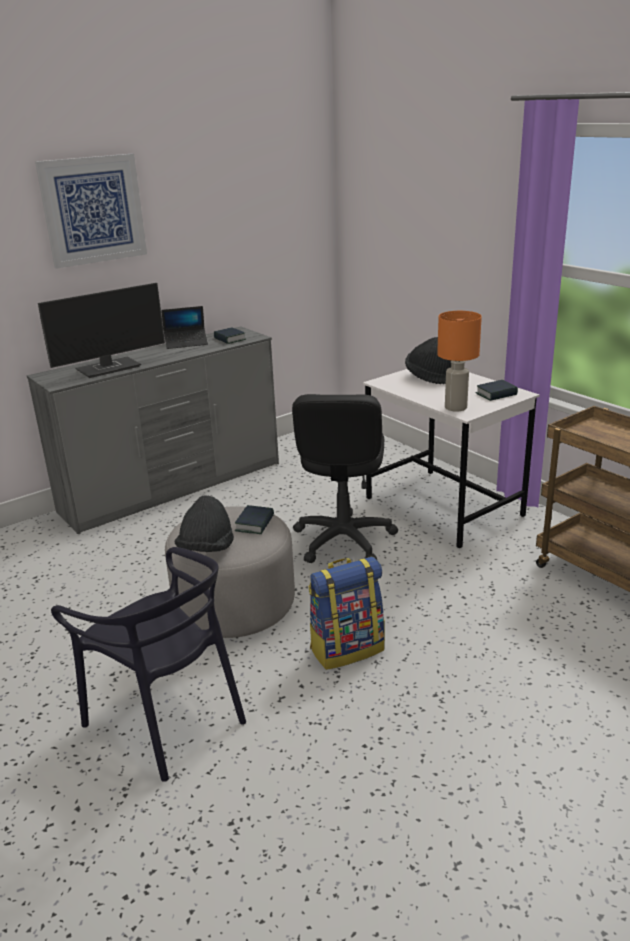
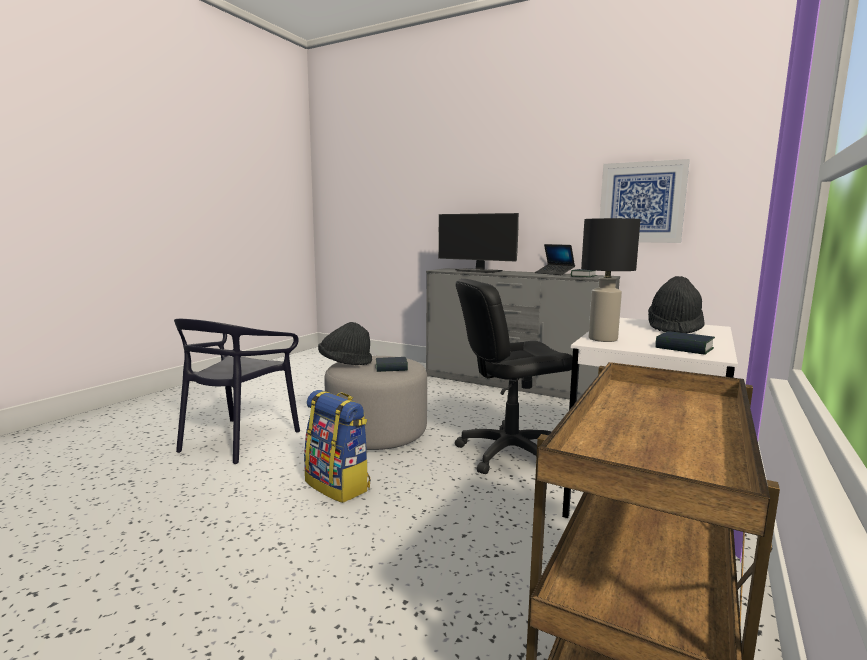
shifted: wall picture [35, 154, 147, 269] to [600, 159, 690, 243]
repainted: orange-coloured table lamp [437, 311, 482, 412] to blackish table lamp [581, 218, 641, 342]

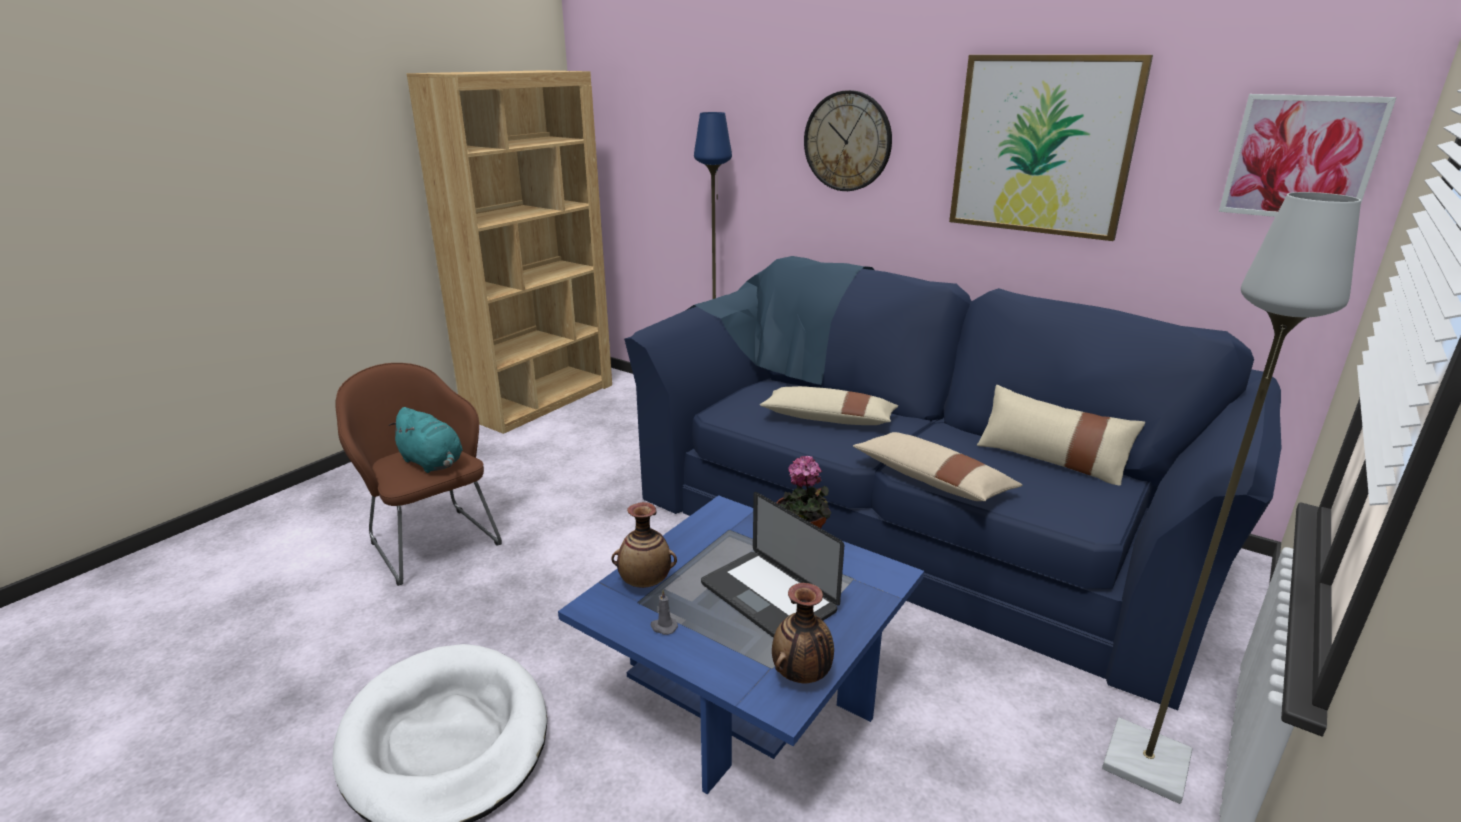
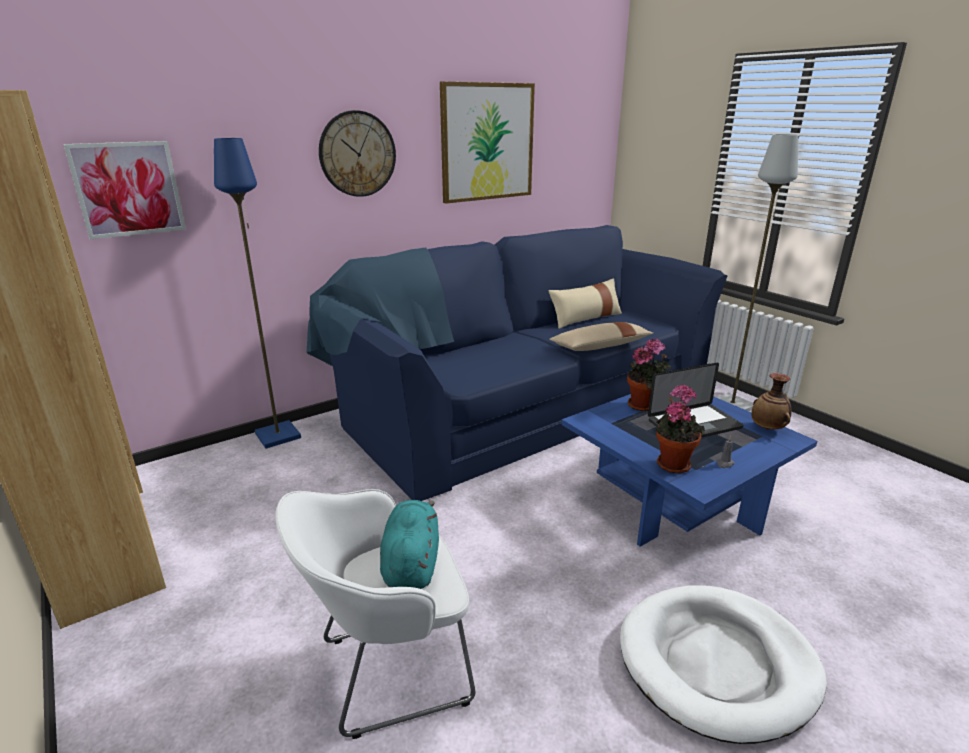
gone: sand-coloured throw pillow [760, 386, 898, 425]
shifted: wall picture [1219, 94, 1397, 217] to [63, 141, 186, 239]
swapped: vase [611, 502, 677, 588] to houseplant [656, 384, 705, 473]
repainted: brown lounge chair [335, 363, 502, 586] to whitish lounge chair [275, 489, 475, 739]
rotated: blue-green soft toy [389, 407, 463, 473] = [380, 500, 439, 589] 60 degrees counterclockwise

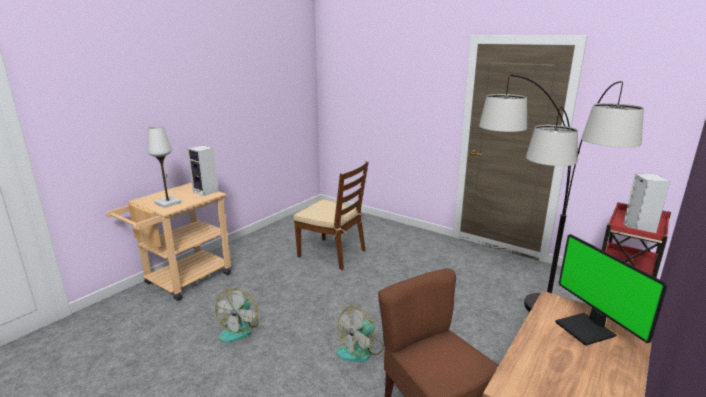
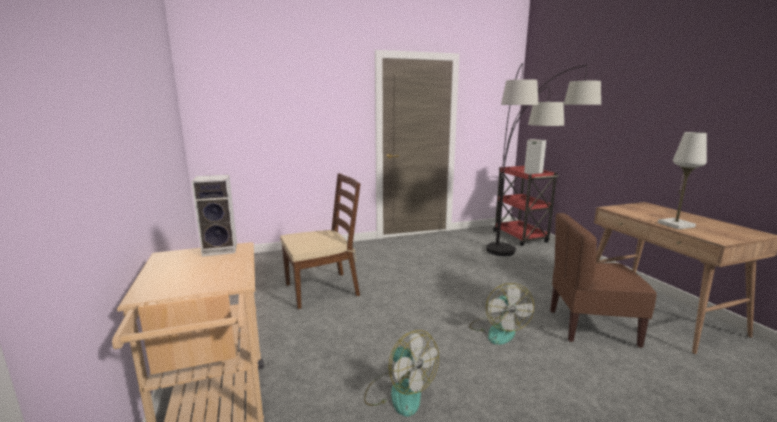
gone: computer display [555, 234, 667, 346]
shifted: whitish table lamp [147, 126, 181, 208] to [658, 132, 707, 229]

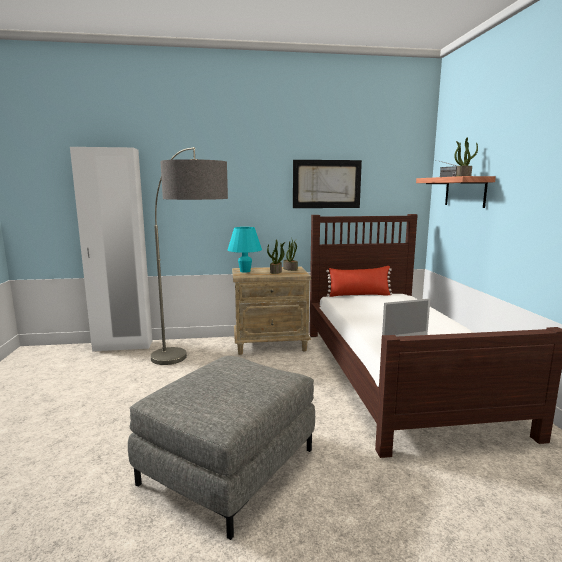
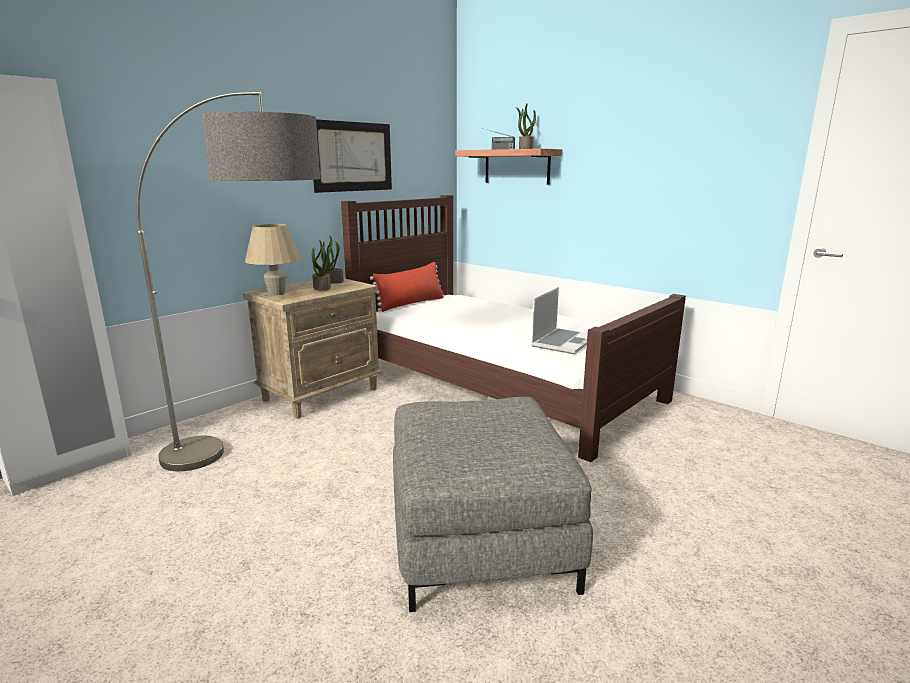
repainted: blue-green table lamp [227, 227, 262, 273] to sand-coloured table lamp [245, 224, 301, 295]

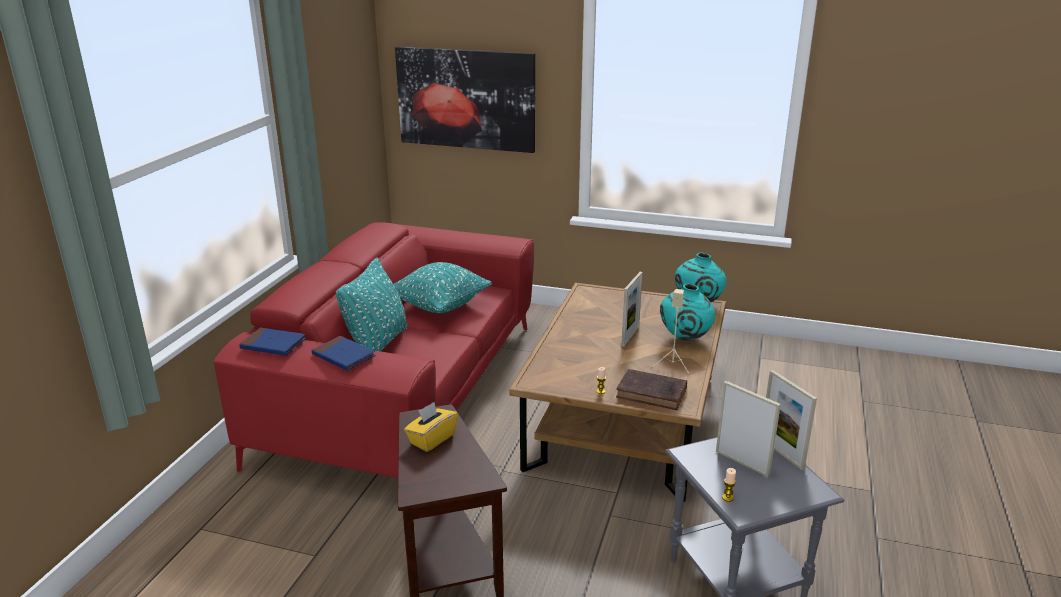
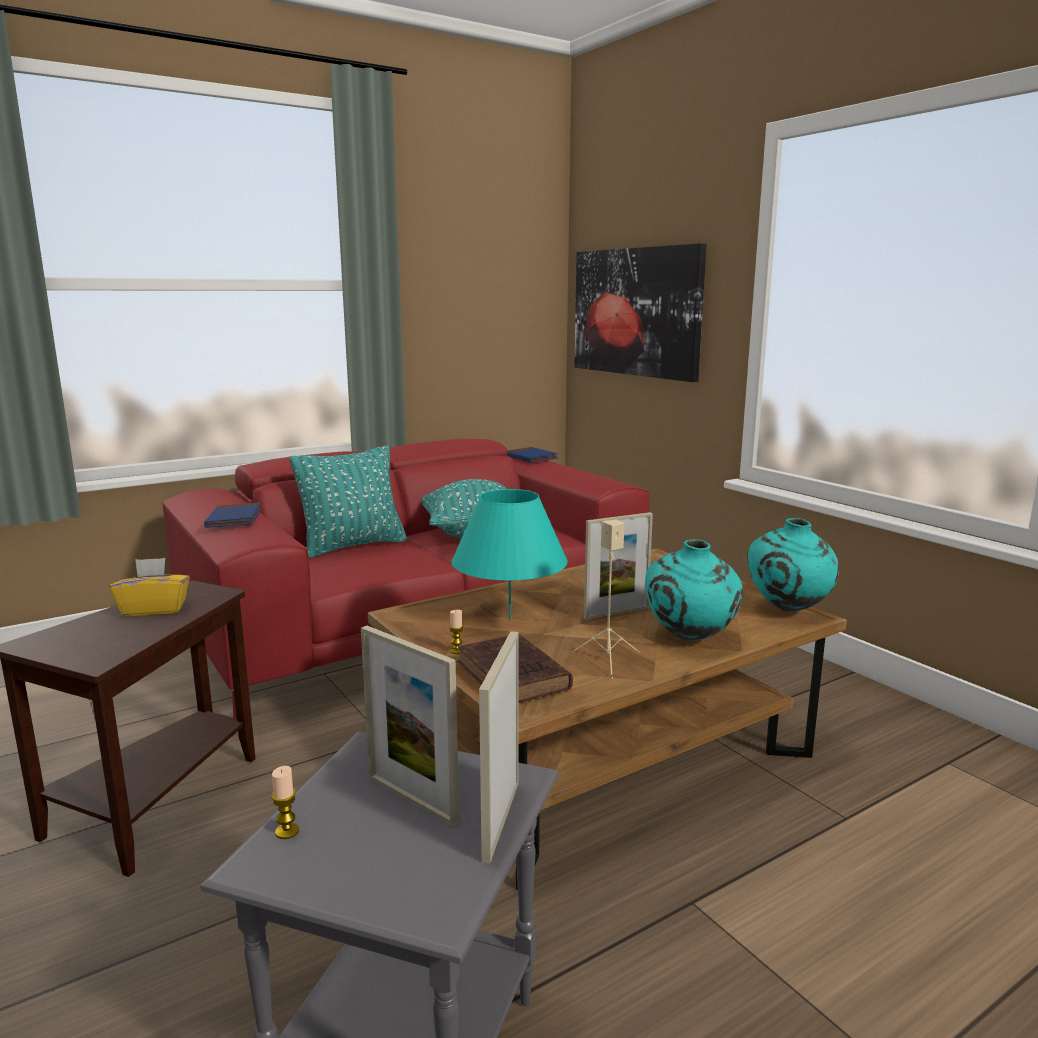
new: blue-green table lamp [451, 489, 568, 620]
shifted: blue volume [239, 327, 306, 356] to [507, 447, 558, 463]
rotated: photo frame [716, 381, 781, 477] = [361, 626, 459, 827] 135 degrees clockwise

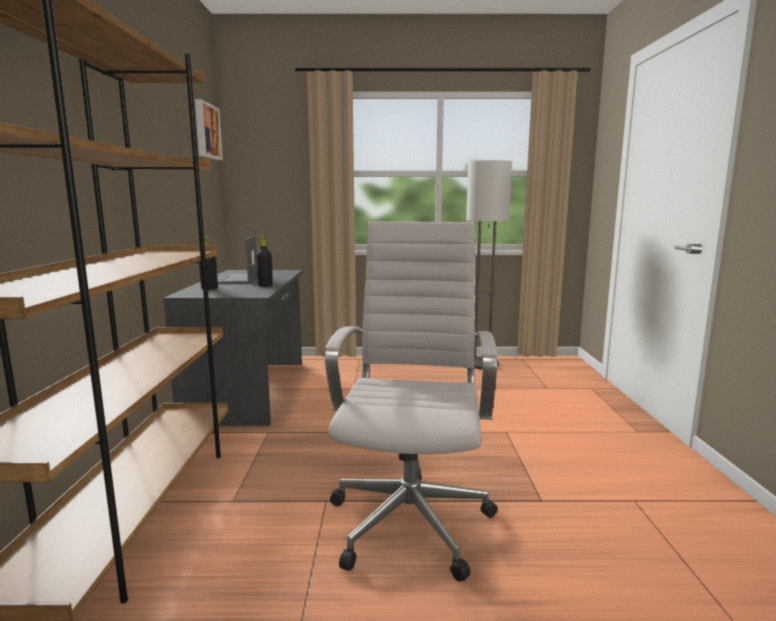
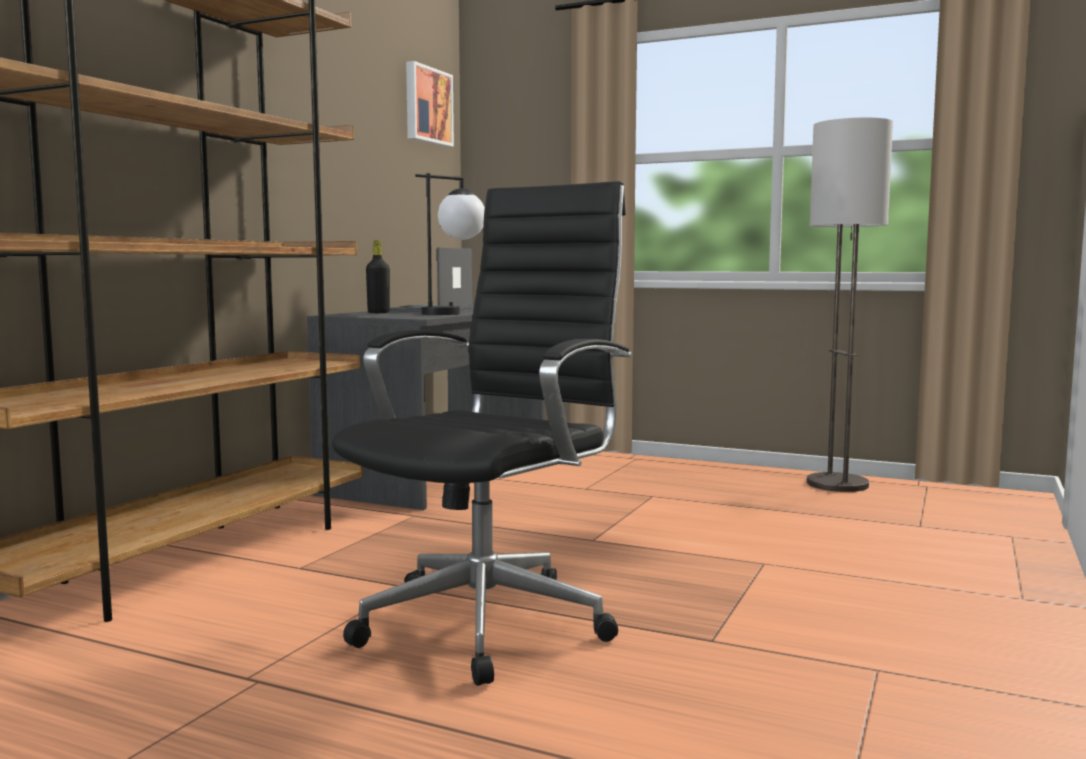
swapped: blackish bottle [256, 235, 273, 287] to table lamp [415, 173, 485, 315]
repainted: whitish desk chair [325, 221, 497, 582] to blackish desk chair [332, 181, 632, 686]

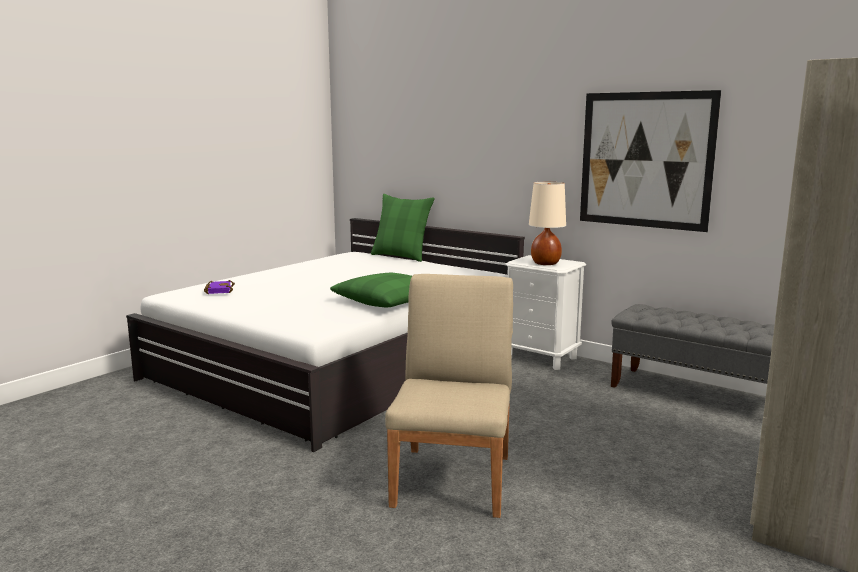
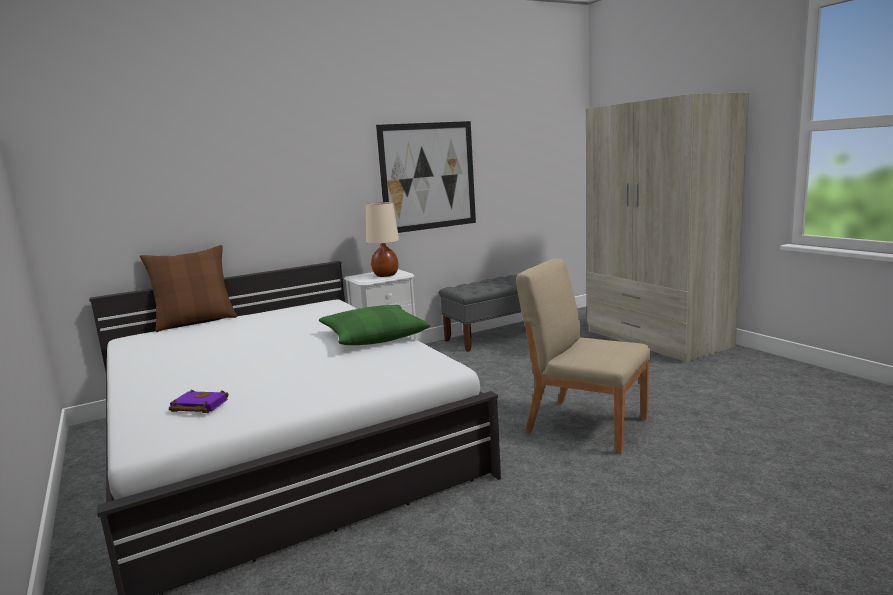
repainted: greenish throw pillow [371, 194, 435, 262] to brown throw pillow [140, 245, 237, 332]

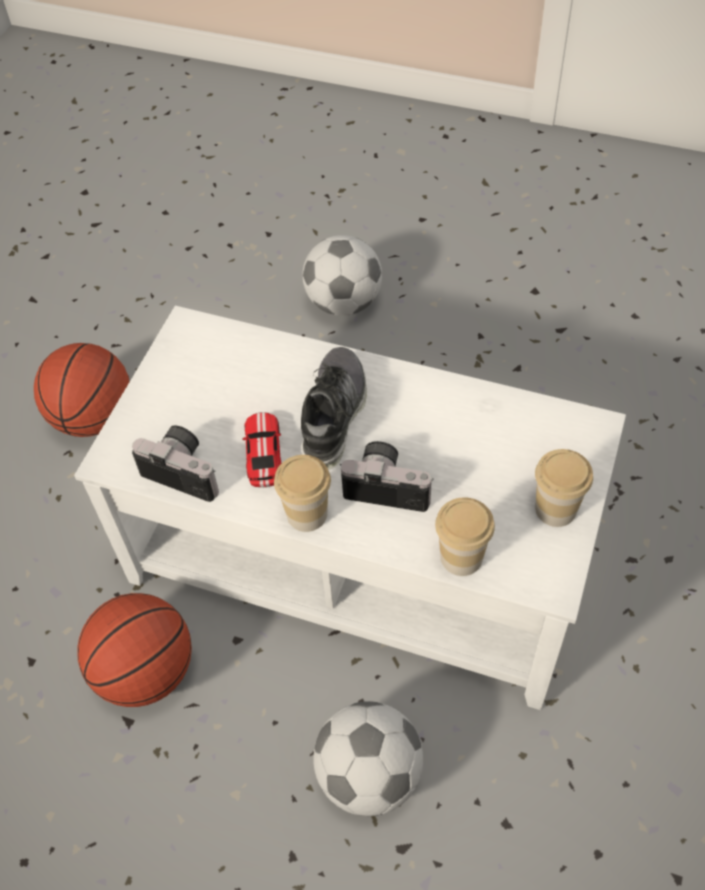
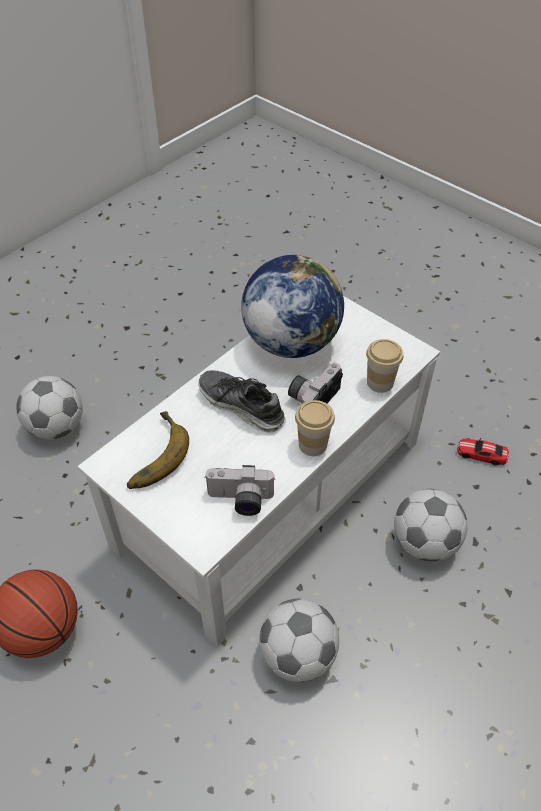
gone: small cup [535, 449, 593, 527]
new: banana [127, 411, 189, 489]; globe [241, 255, 344, 358]
shifted: model car [242, 412, 281, 487] to [457, 438, 509, 465]
swapped: basketball [77, 593, 192, 707] to ball for football [259, 599, 339, 682]
rotated: still camera [132, 425, 219, 502] = [204, 465, 275, 516] 135 degrees counterclockwise

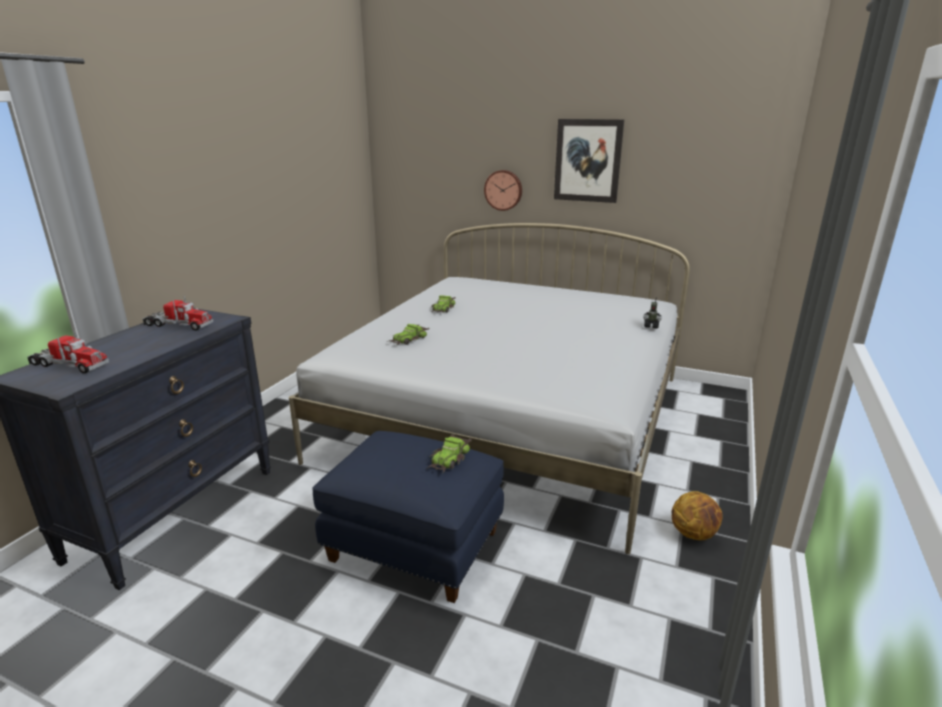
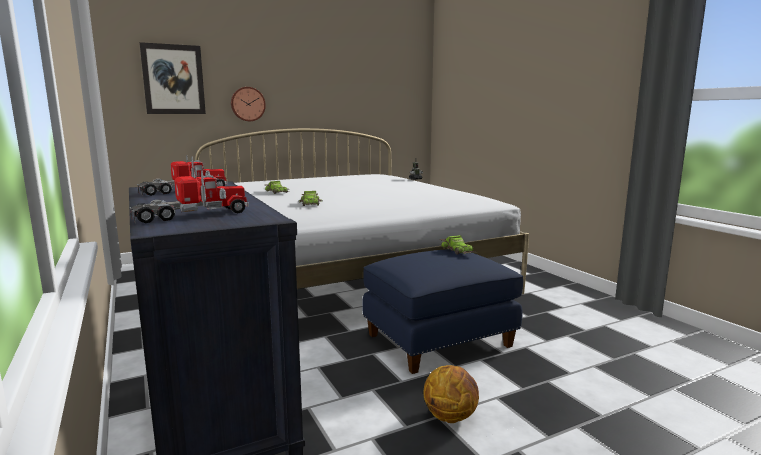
shifted: wall picture [554, 119, 624, 203] to [139, 42, 206, 114]; basketball [672, 491, 723, 540] to [423, 365, 479, 423]

